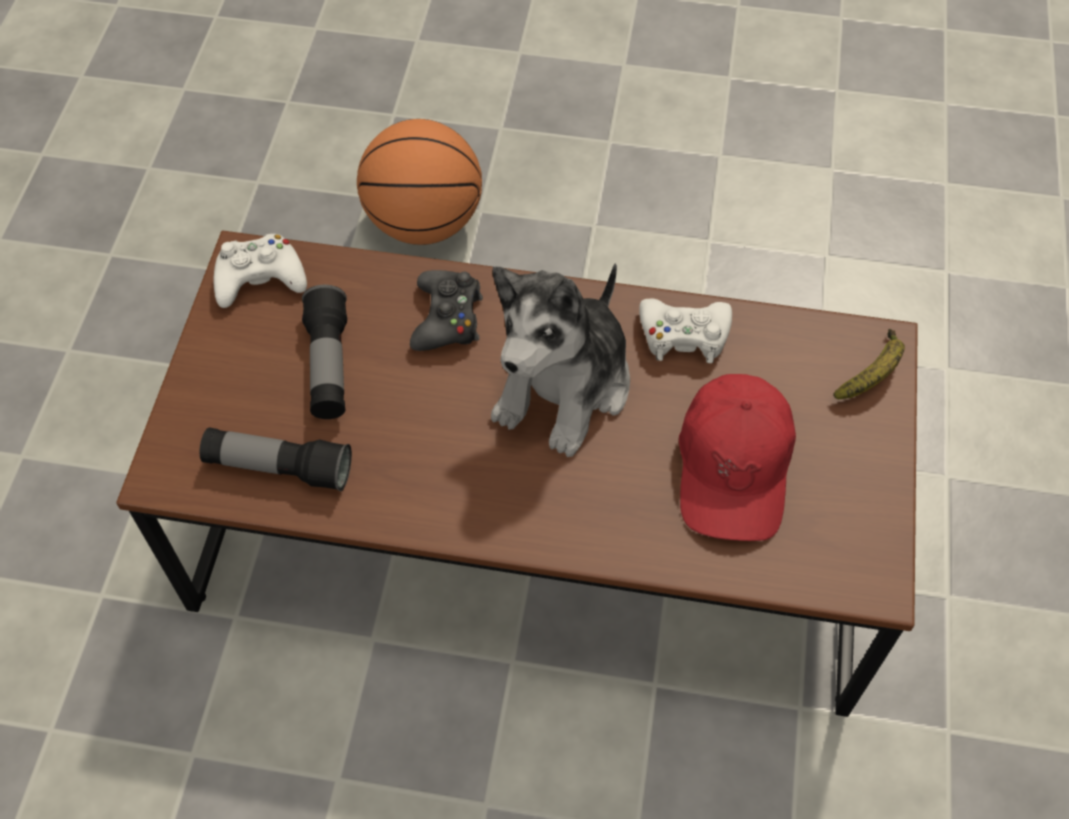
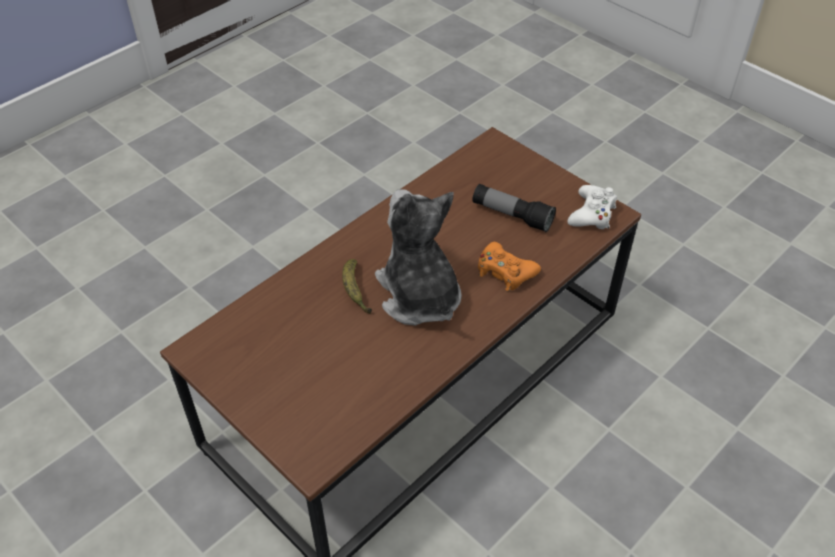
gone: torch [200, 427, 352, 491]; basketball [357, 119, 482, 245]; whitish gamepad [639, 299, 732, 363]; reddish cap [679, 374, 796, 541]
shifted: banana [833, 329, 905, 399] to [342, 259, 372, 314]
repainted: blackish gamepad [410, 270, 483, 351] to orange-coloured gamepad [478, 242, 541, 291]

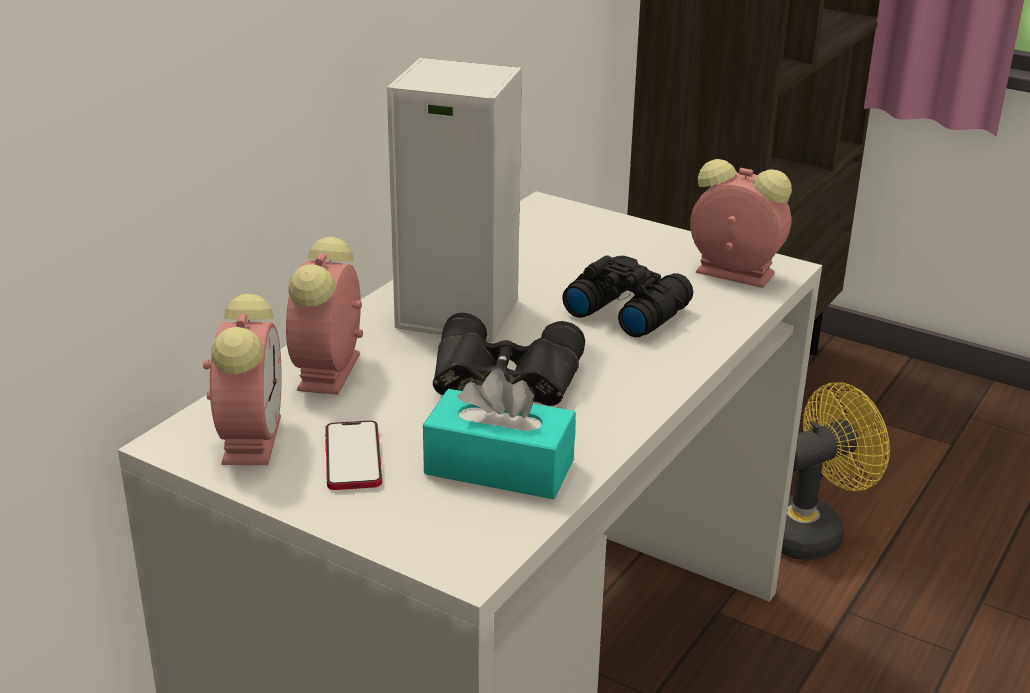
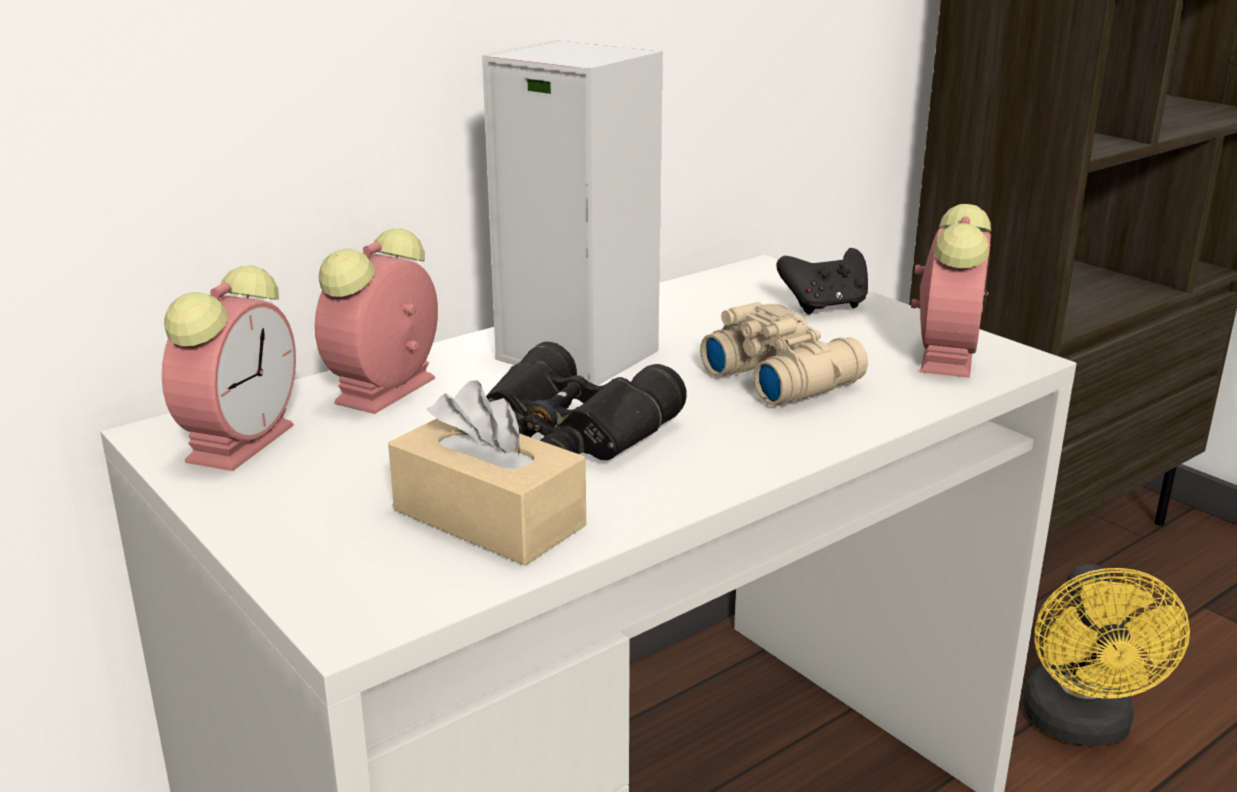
gone: handset [325, 420, 382, 490]
new: blackish gamepad [776, 248, 868, 315]
repainted: blue-green tissue holder [423, 369, 576, 499] to sand-coloured tissue holder [388, 380, 586, 566]; blackish binoculars [562, 255, 693, 337] to sand-coloured binoculars [700, 302, 868, 405]
rotated: bedside clock [690, 159, 792, 288] = [911, 204, 991, 378] 60 degrees clockwise; yellow fan [781, 382, 890, 560] = [1023, 564, 1190, 746] 105 degrees clockwise

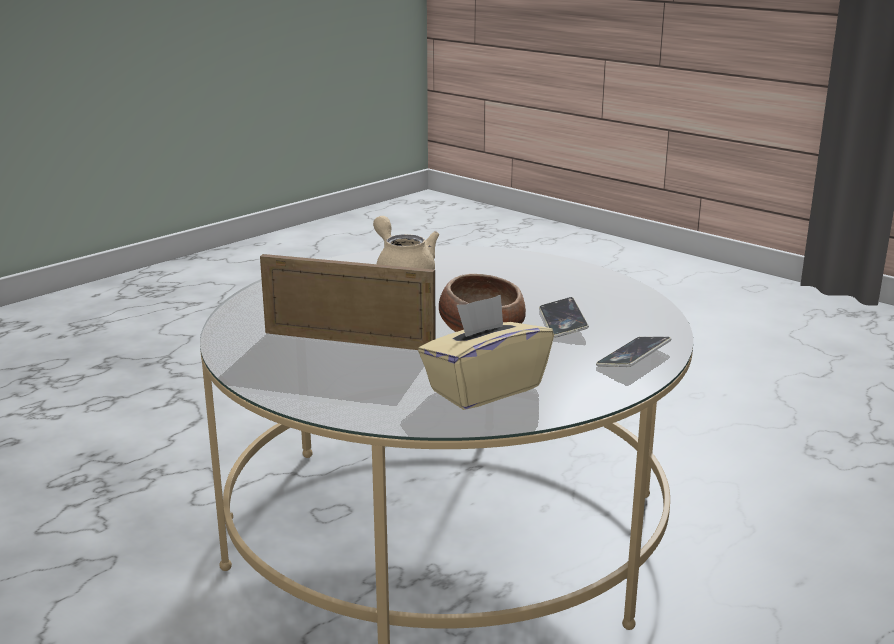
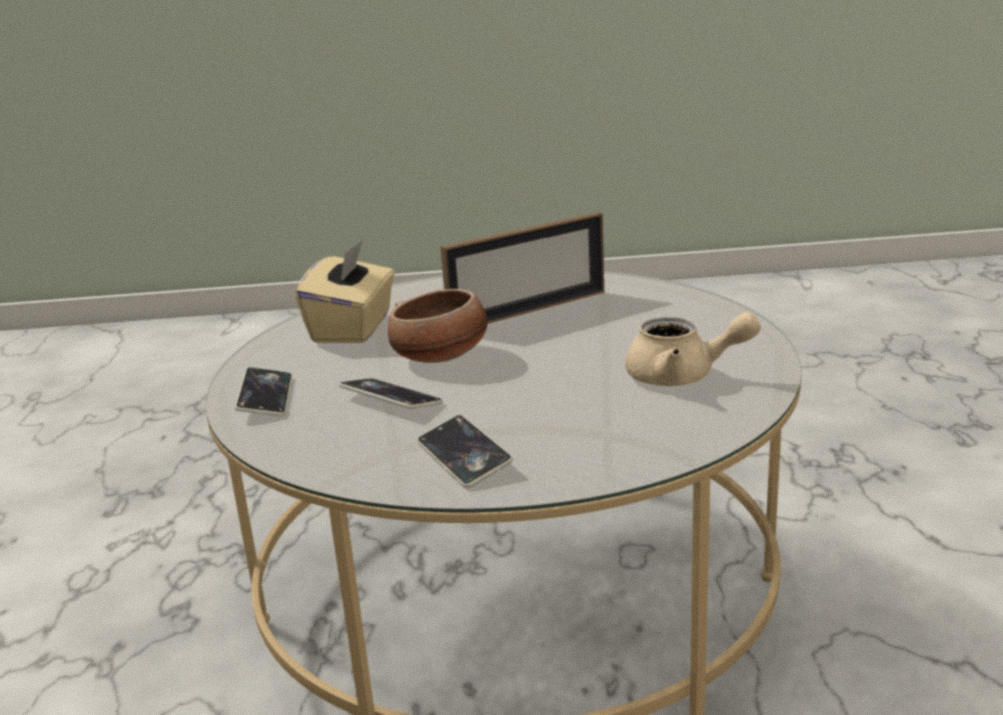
new: handset [417, 415, 513, 488]

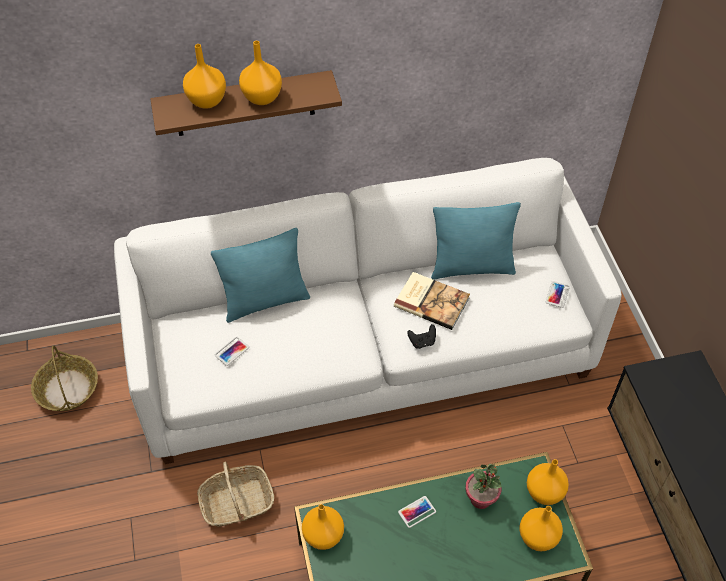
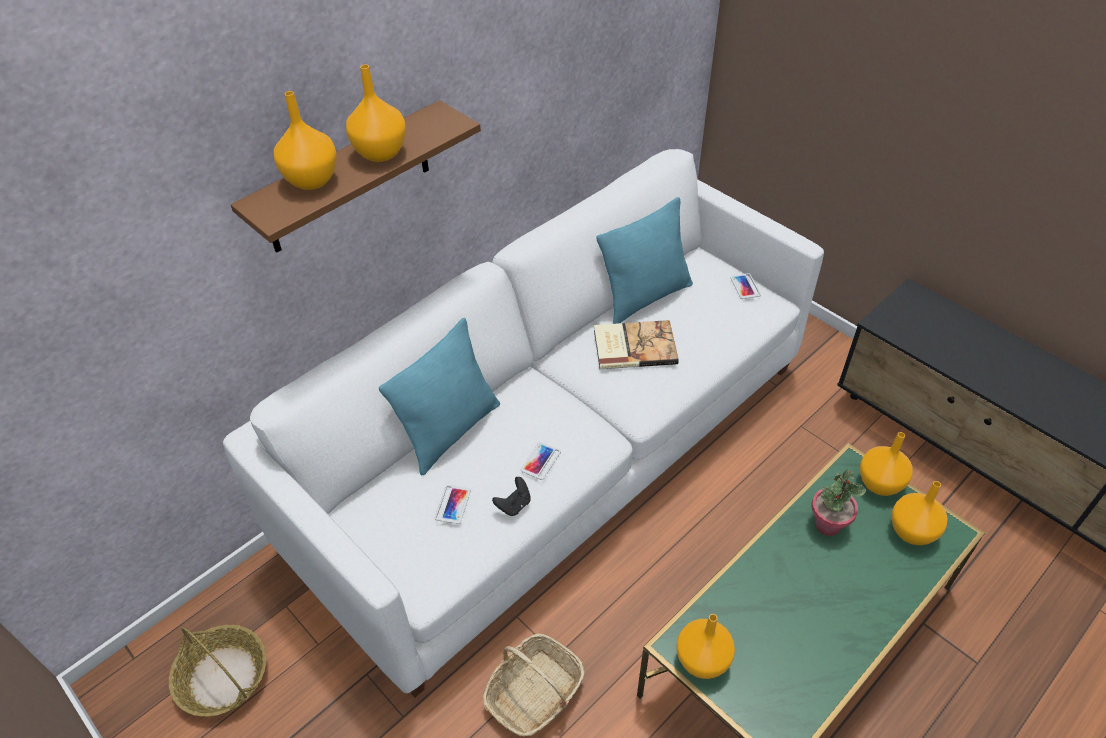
shifted: handset [398, 496, 436, 528] to [521, 442, 561, 480]; blackish gamepad [407, 324, 436, 349] to [492, 477, 531, 516]

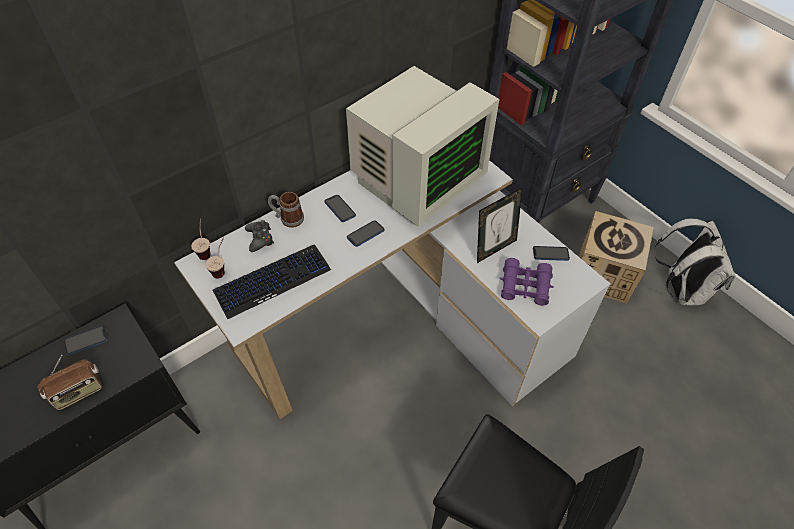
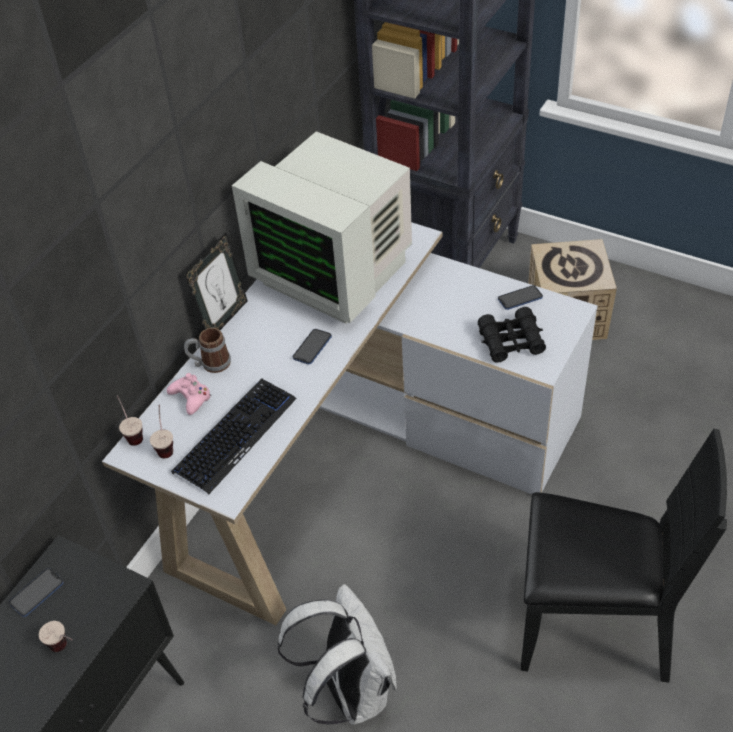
gone: handset [324, 195, 356, 222]
shifted: photo frame [477, 187, 523, 263] to [184, 233, 248, 330]; whitish backpack [655, 218, 735, 305] to [278, 584, 397, 725]
swapped: radio set [38, 355, 102, 410] to small cup [39, 621, 73, 652]
repainted: blackish gamepad [245, 220, 274, 252] to pink gamepad [167, 373, 211, 415]; purple-coloured binoculars [499, 258, 554, 306] to blackish binoculars [478, 307, 546, 362]
rotated: computer display [346, 66, 499, 227] = [232, 131, 412, 324] 105 degrees clockwise

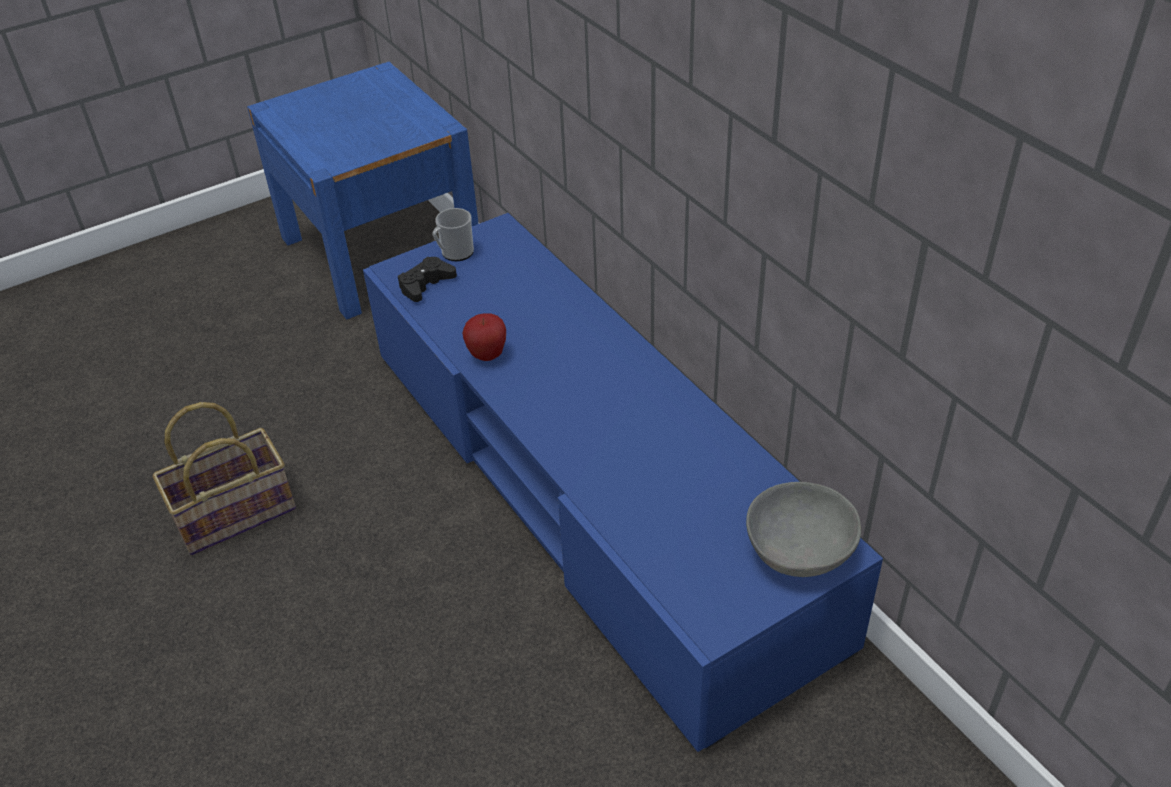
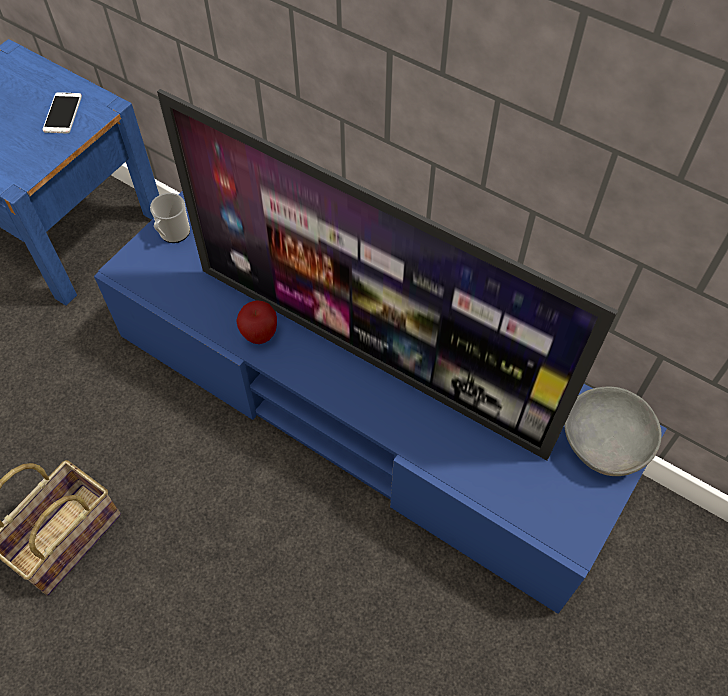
gone: blackish gamepad [398, 257, 457, 302]
new: handset [42, 92, 82, 133]; TV [157, 89, 618, 460]

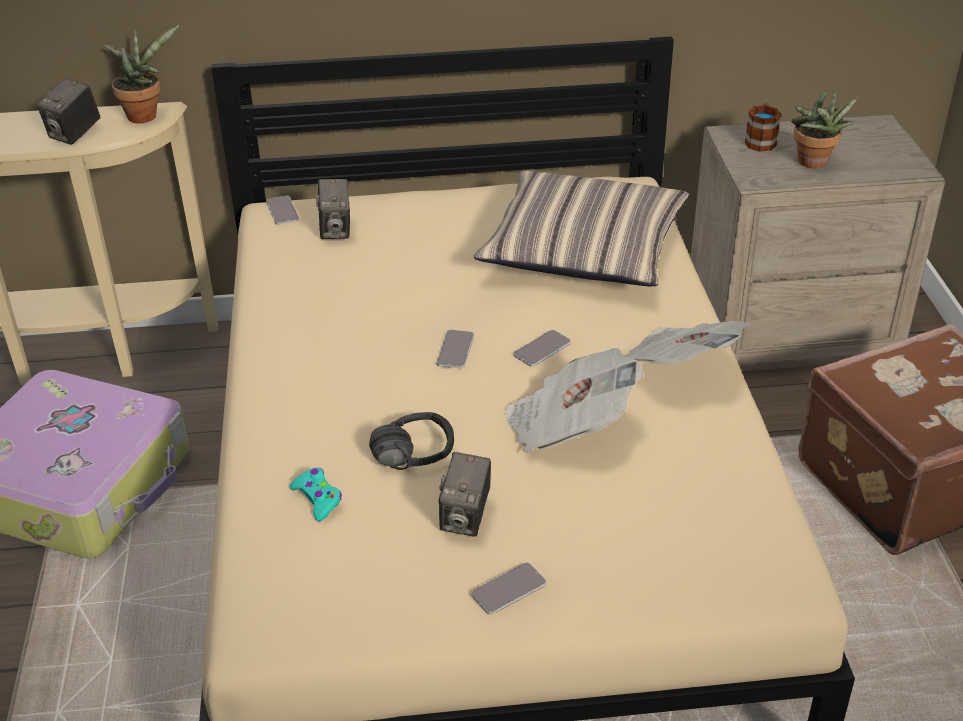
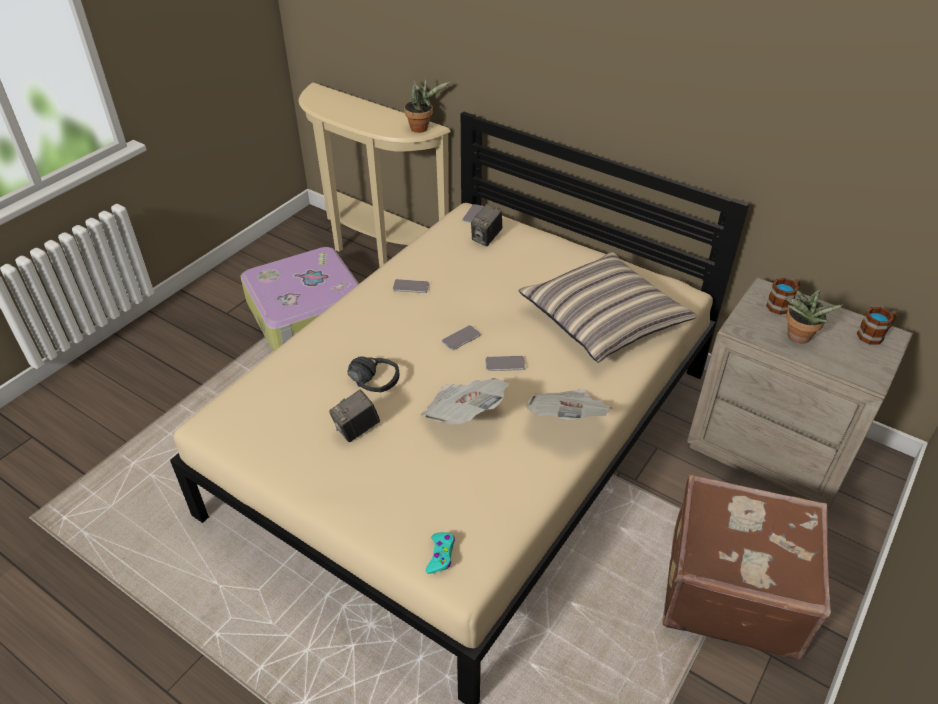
gone: still camera [37, 78, 100, 145]
new: mug [857, 307, 898, 345]
shifted: blue-green gamepad [290, 467, 342, 521] to [426, 532, 455, 574]; handset [472, 562, 546, 615] to [393, 279, 429, 293]

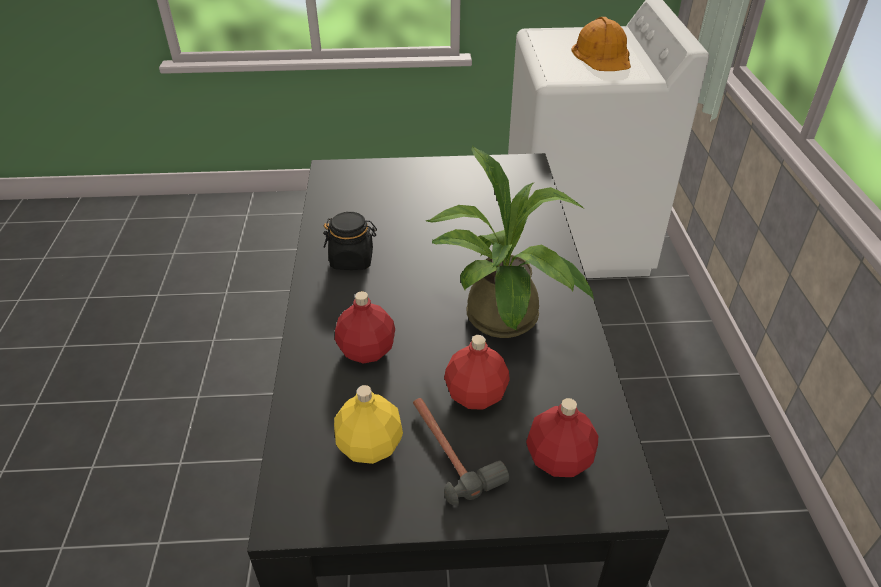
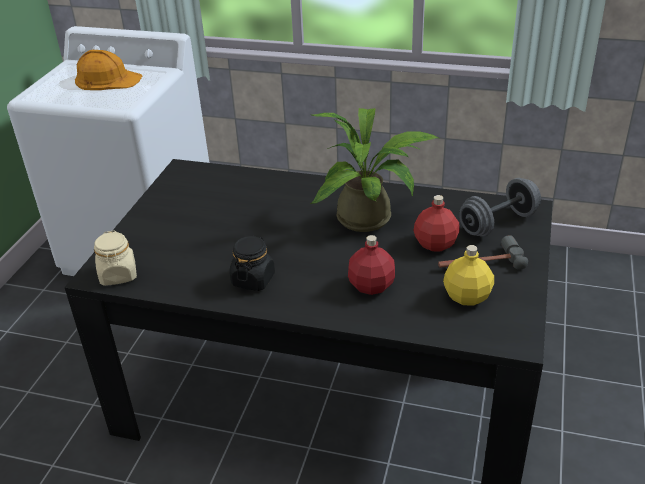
new: sand-coloured jar [94, 230, 137, 286]
swapped: reddish bottle [526, 398, 598, 477] to greyish hand weight [459, 178, 541, 237]

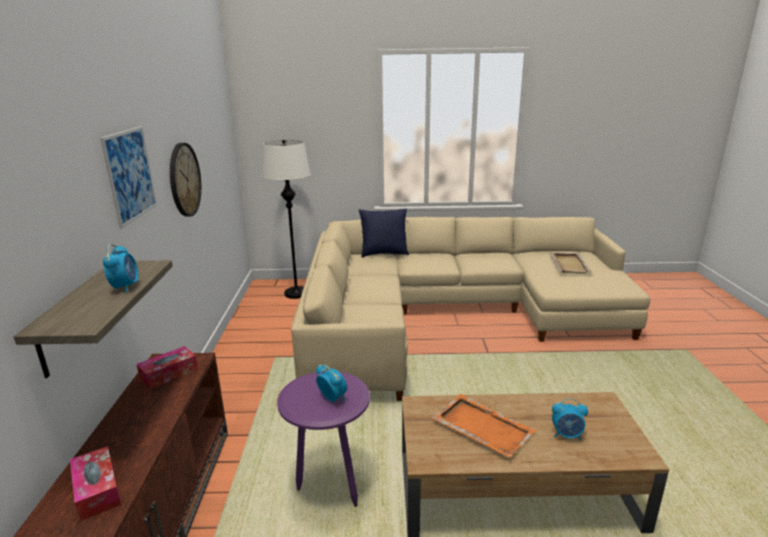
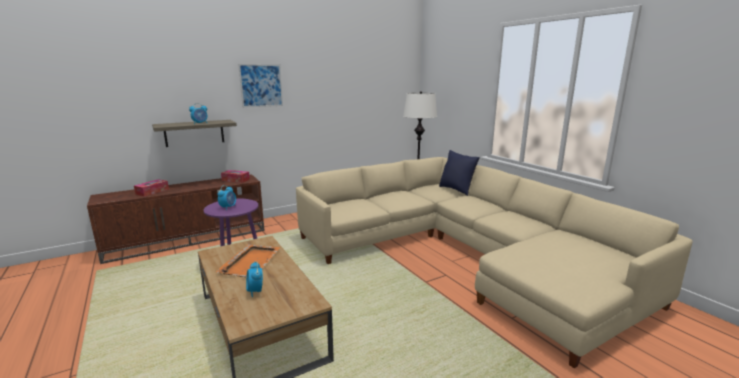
gone: clock on the wall [170, 143, 201, 217]; sand-coloured tray [549, 252, 593, 274]

